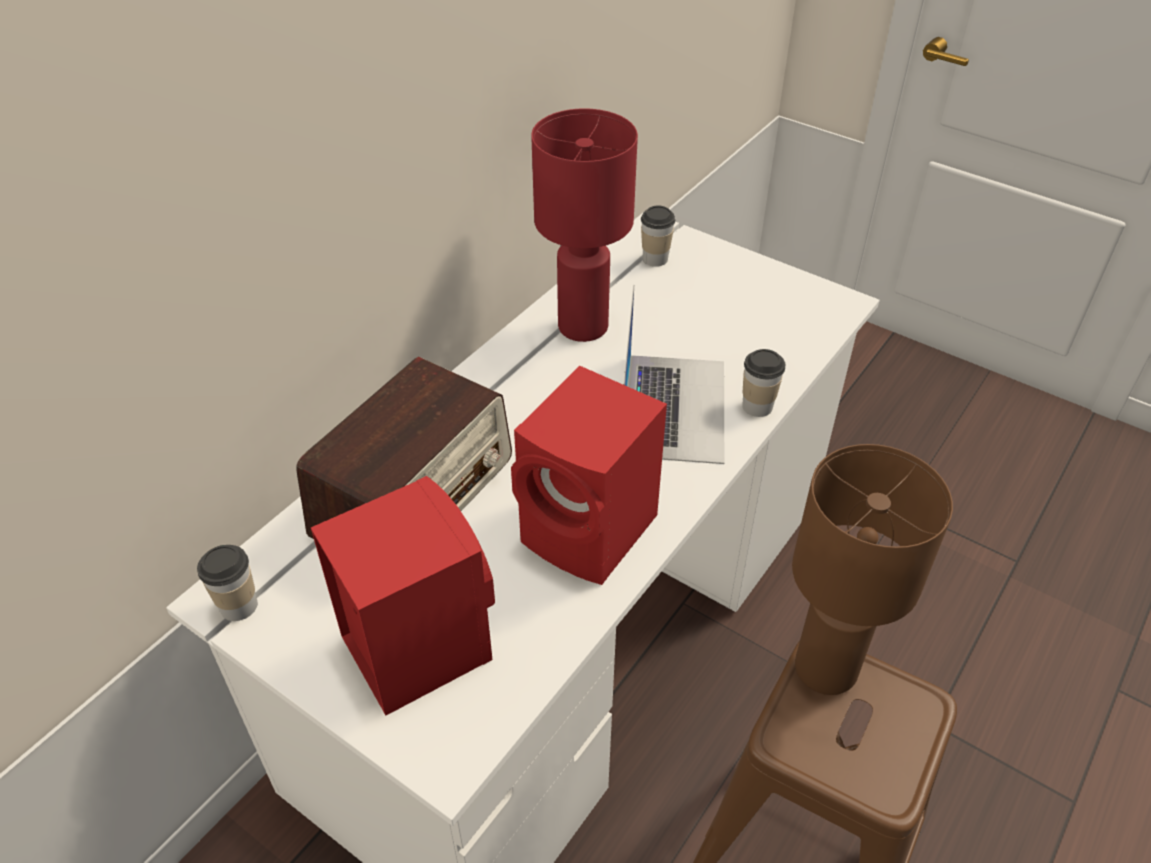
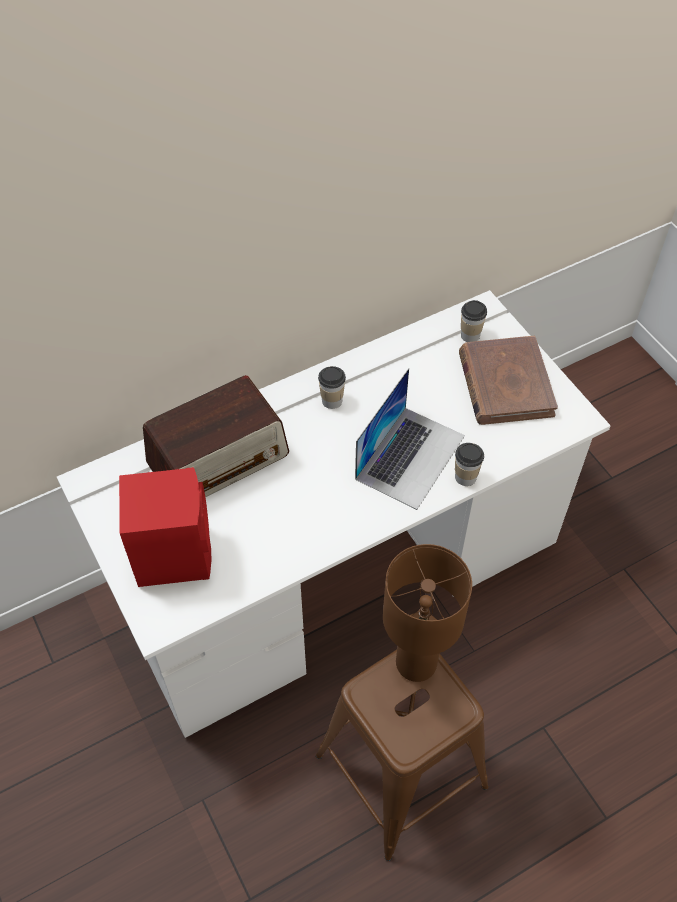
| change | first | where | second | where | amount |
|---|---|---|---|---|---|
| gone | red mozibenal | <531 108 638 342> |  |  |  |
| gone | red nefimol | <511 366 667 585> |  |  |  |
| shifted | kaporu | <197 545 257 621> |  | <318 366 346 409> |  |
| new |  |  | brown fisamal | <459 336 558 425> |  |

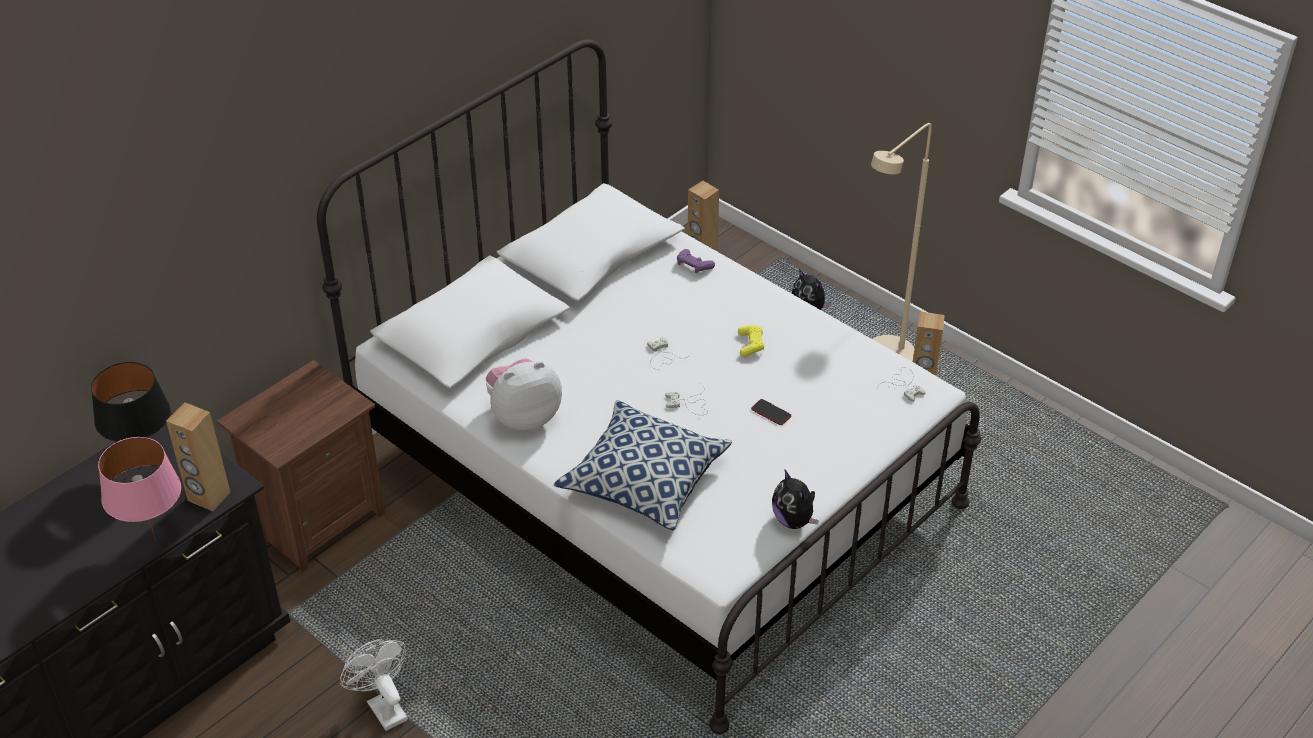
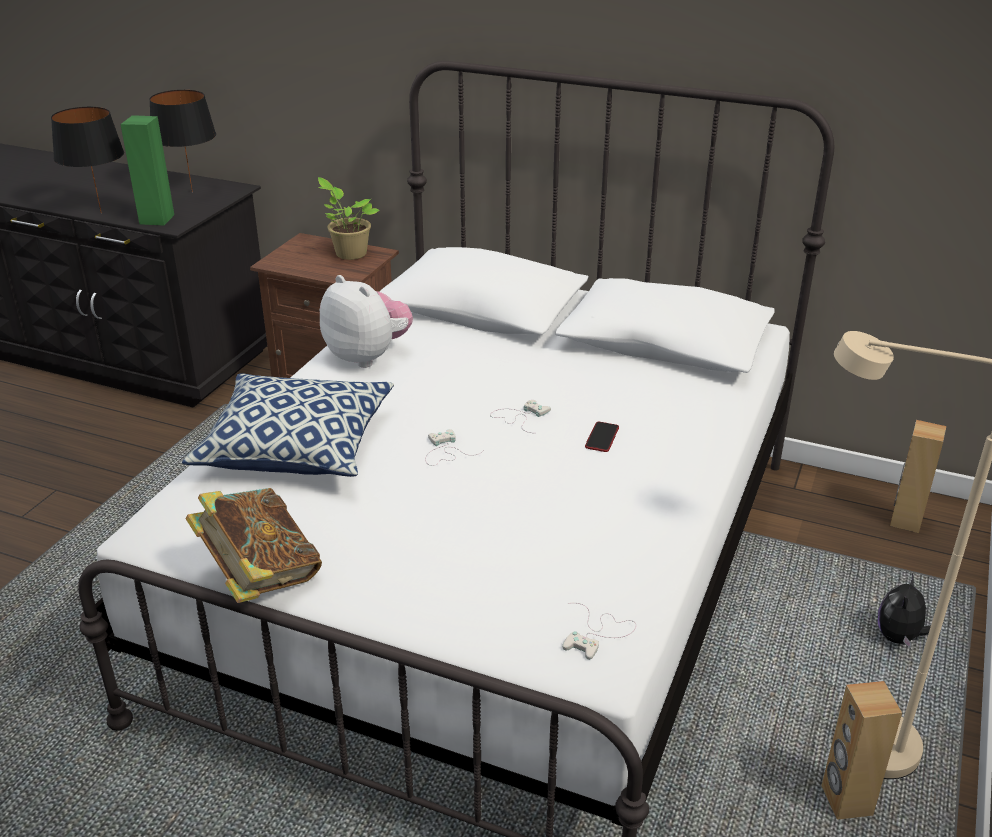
| change | first | where | second | where | amount |
|---|---|---|---|---|---|
| gone | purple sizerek | <677 249 715 273> |  |  |  |
| gone | yellow sizerek | <738 325 764 357> |  |  |  |
| shifted | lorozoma | <751 399 791 425> |  | <585 422 619 452> |  |
| repainted | brown nefimol | <166 402 231 511> | green nefimol | <120 115 174 226> |  |
| repainted | pink mozibenal | <98 437 181 541> | black mozibenal | <51 107 124 213> |  |
| swapped | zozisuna | <772 470 819 529> | fisamal | <185 488 322 603> |  |
| gone | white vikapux | <340 639 408 731> |  |  |  |
| new |  |  | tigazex | <318 177 379 260> |  |

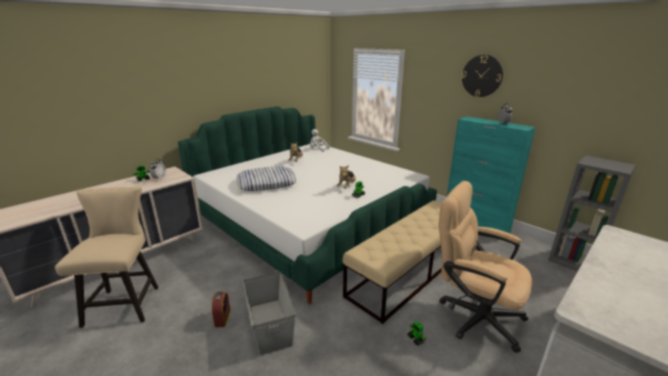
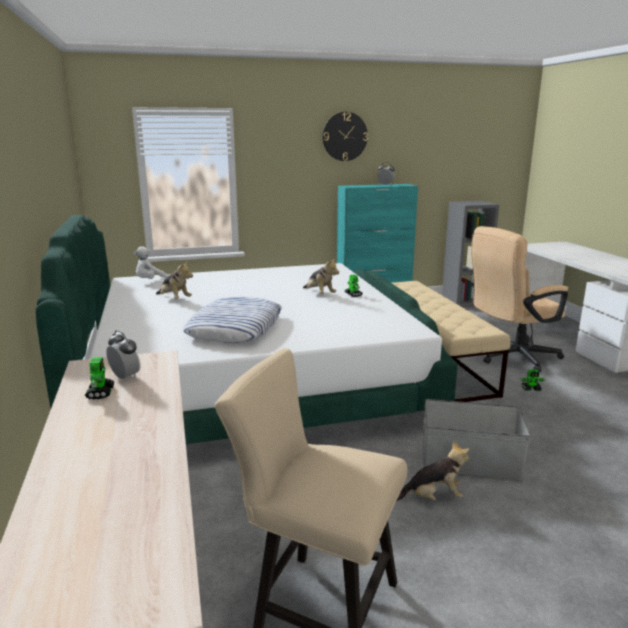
| change | first | where | second | where | amount |
|---|---|---|---|---|---|
| swapped | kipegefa | <212 292 230 327> | zozisuna | <397 440 469 501> |  |

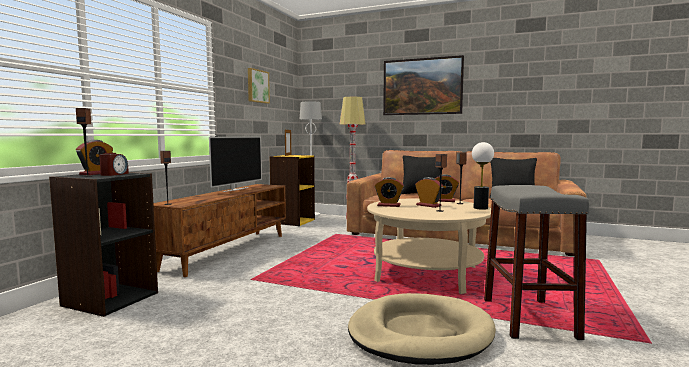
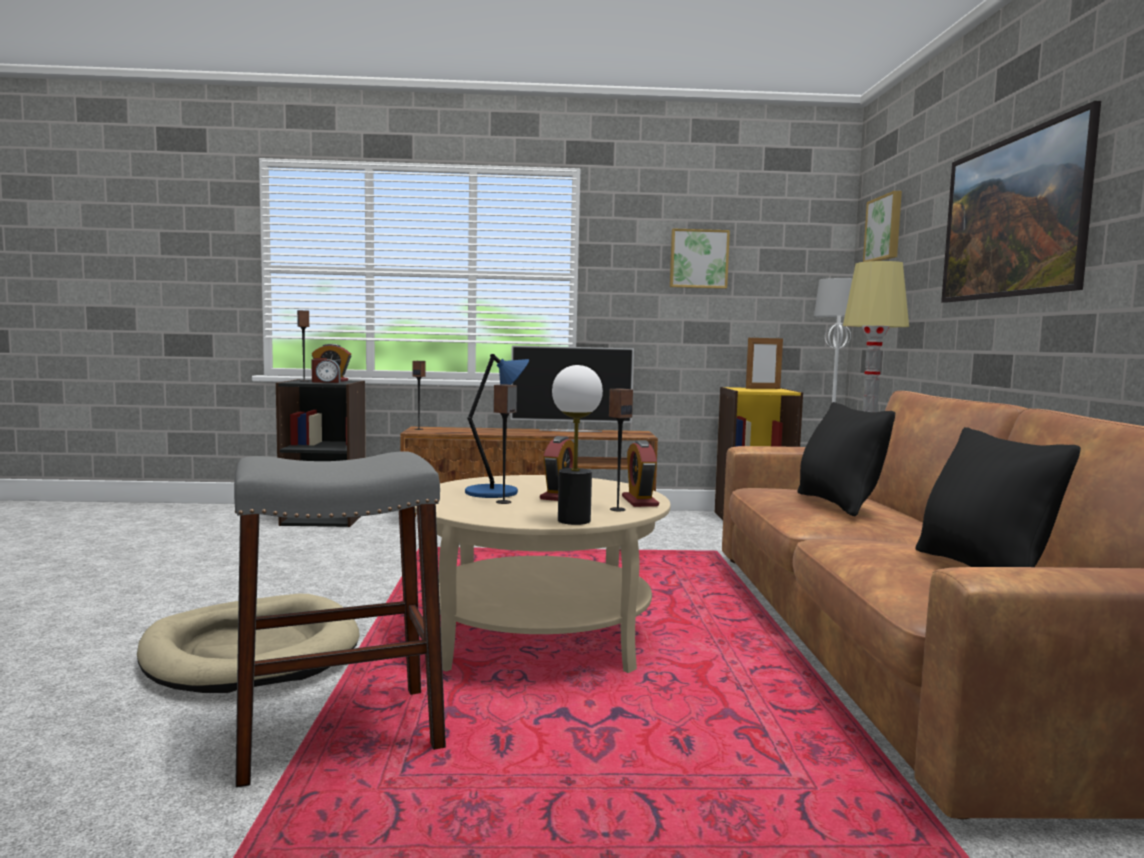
| change | first | where | second | where | amount |
|---|---|---|---|---|---|
| gone | kipegefa | <375 177 404 207> |  |  |  |
| new |  |  | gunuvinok | <863 191 902 262> |  |
| new |  |  | blue mozibenal | <465 354 529 498> |  |

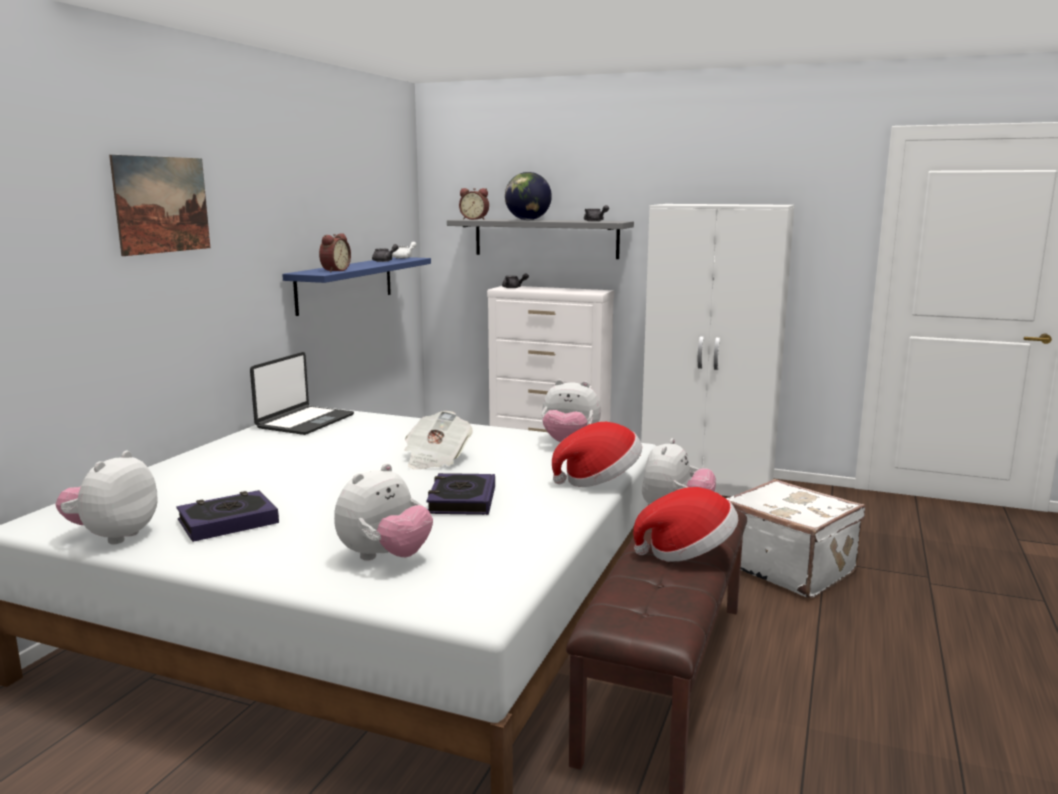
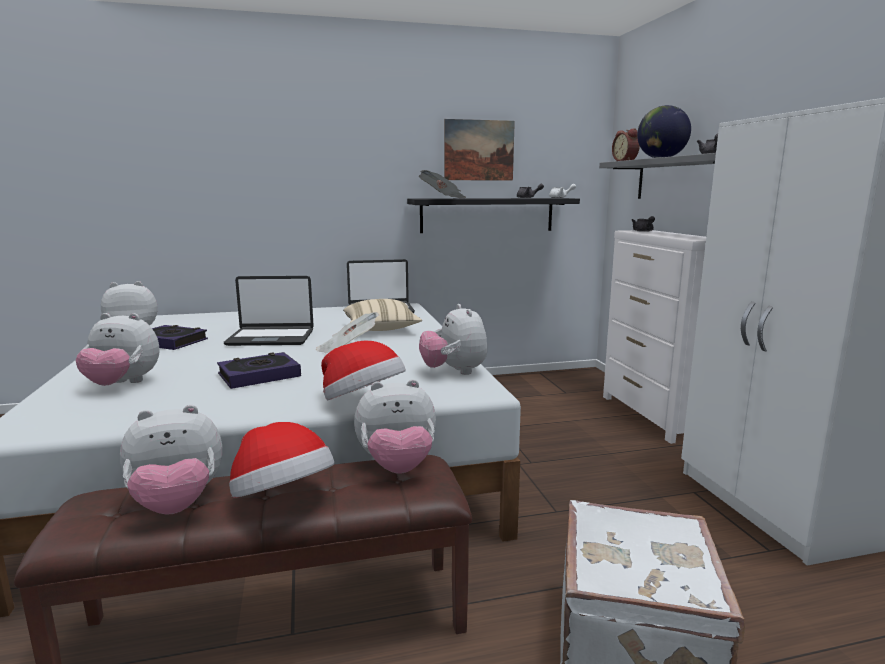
| change | first | where | second | where | amount |
|---|---|---|---|---|---|
| shifted | gunuvinok | <109 155 210 256> |  | <444 119 515 181> |  |
| swapped | kipegefa | <319 233 351 272> | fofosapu | <419 170 466 198> |  |
| repainted | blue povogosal | <282 257 431 316> | black povogosal | <407 198 580 233> |  |
| new |  |  | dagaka | <224 276 314 346> |  |
| new |  |  | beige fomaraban | <343 299 422 331> |  |
| new |  |  | zozisuna | <120 404 222 515> |  |

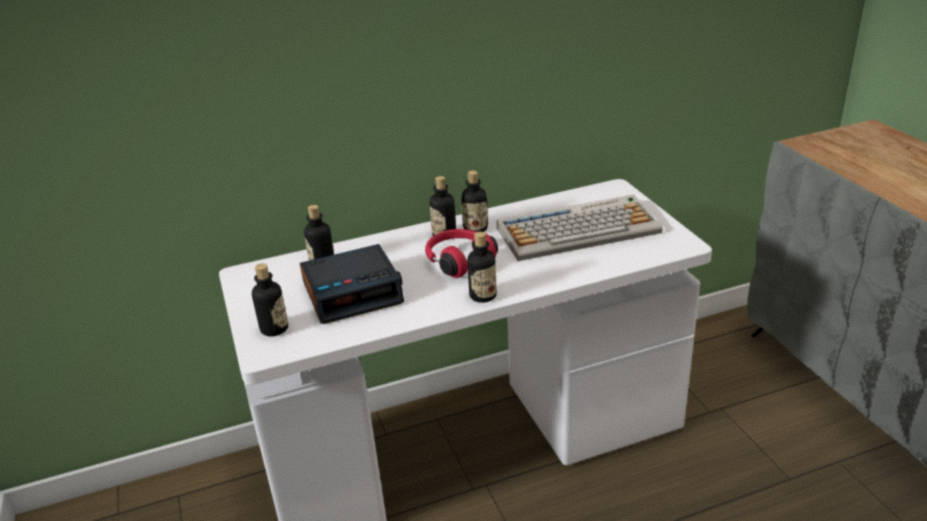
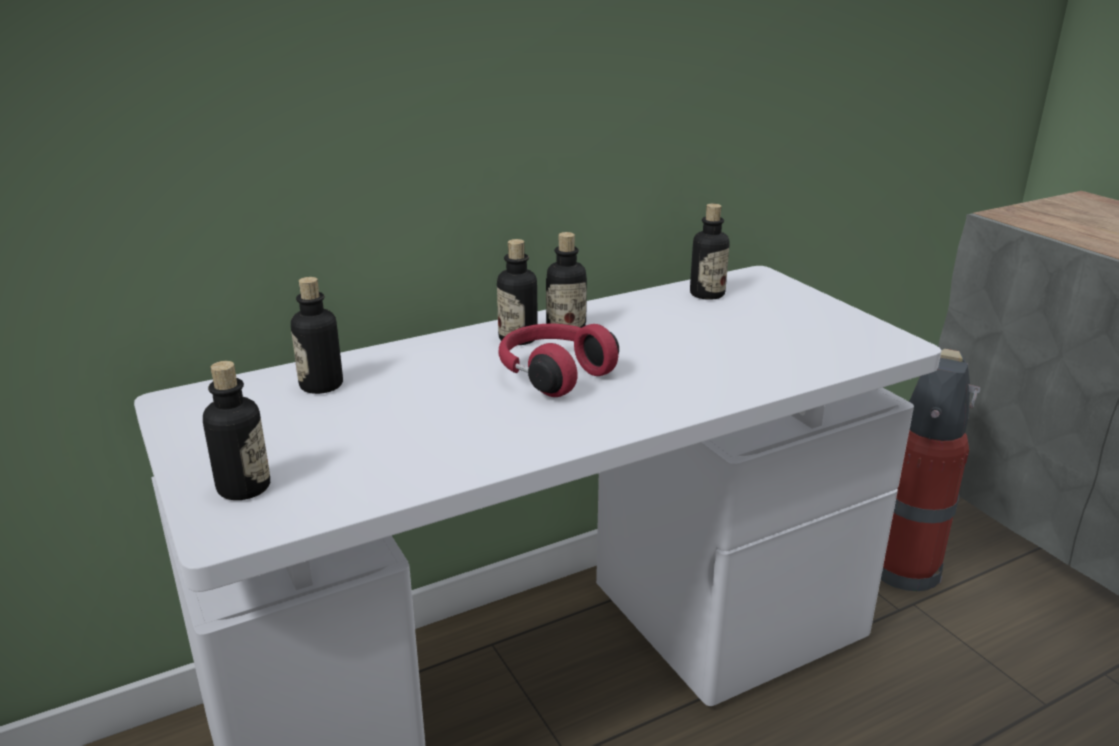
| change | first | where | second | where | amount |
|---|---|---|---|---|---|
| gone | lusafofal | <497 195 663 261> |  |  |  |
| shifted | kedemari | <467 231 497 303> |  | <690 204 729 300> |  |
| gone | kipegefa | <300 244 404 324> |  |  |  |
| new |  |  | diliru | <881 349 980 591> |  |

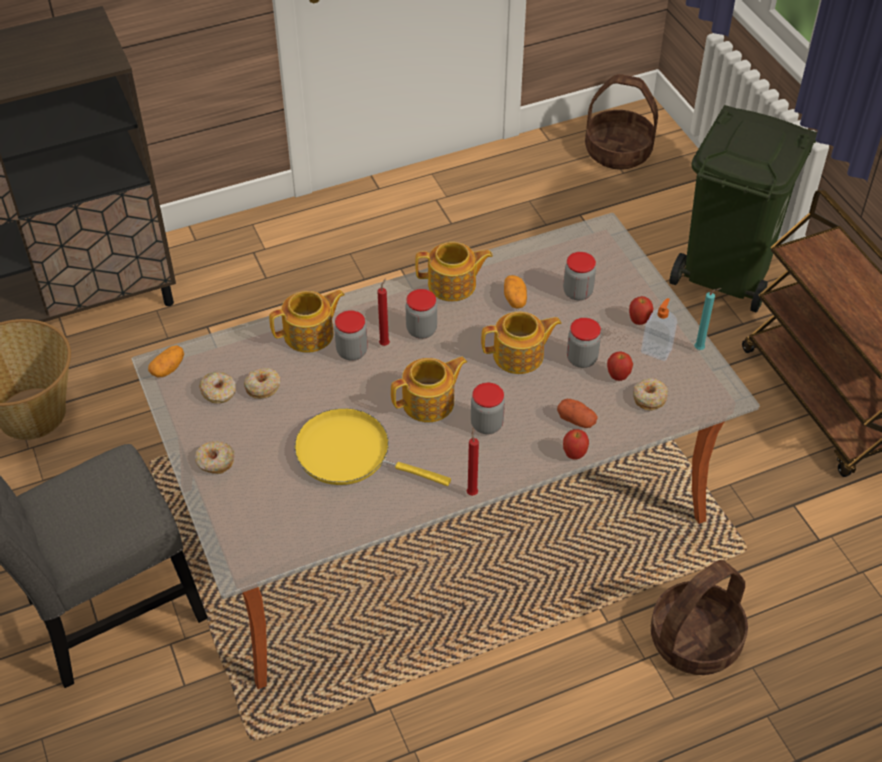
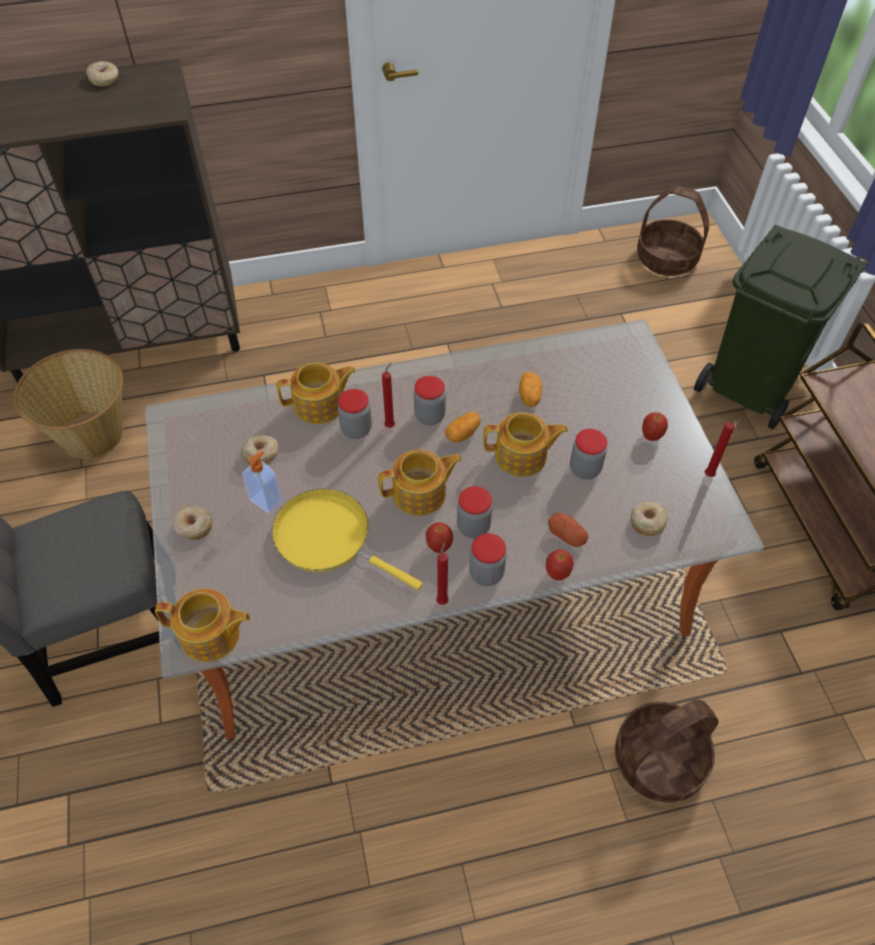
| change | first | where | second | where | amount |
|---|---|---|---|---|---|
| shifted | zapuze | <415 242 493 301> |  | <155 588 251 662> |  |
| shifted | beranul | <563 252 596 300> |  | <469 533 507 586> |  |
| repainted | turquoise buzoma | <694 288 721 350> | red buzoma | <705 419 742 477> |  |
| shifted | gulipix | <641 298 677 361> |  | <242 451 283 514> |  |
| shifted | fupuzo | <148 345 184 377> |  | <445 412 481 442> |  |
| shifted | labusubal | <607 352 633 381> |  | <426 522 453 553> |  |
| shifted | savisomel | <199 372 236 403> |  | <86 61 118 86> |  |

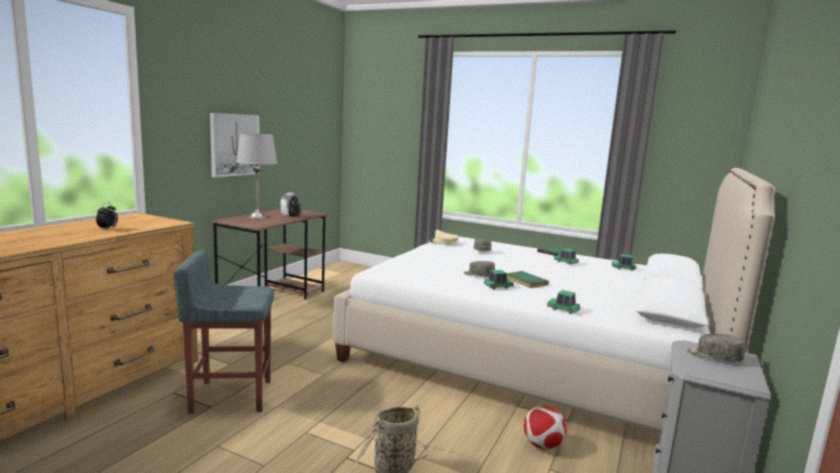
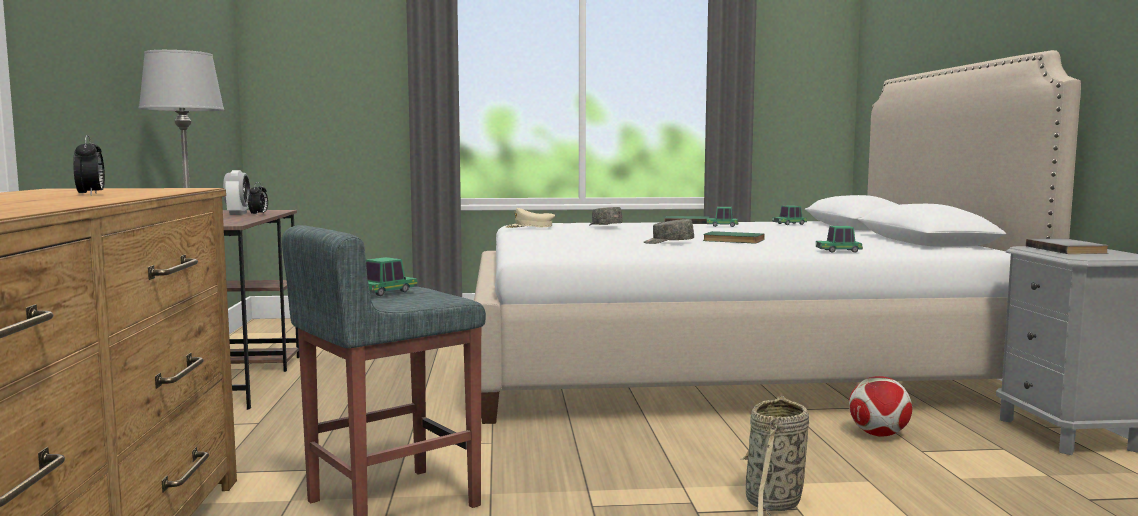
| change | first | where | second | where | amount |
|---|---|---|---|---|---|
| gone | gunuvinok | <210 113 260 178> |  |  |  |
| shifted | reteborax | <484 270 514 289> |  | <366 257 417 296> |  |
| swapped | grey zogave | <687 334 745 362> | grey fisamal | <1026 238 1109 254> |  |

